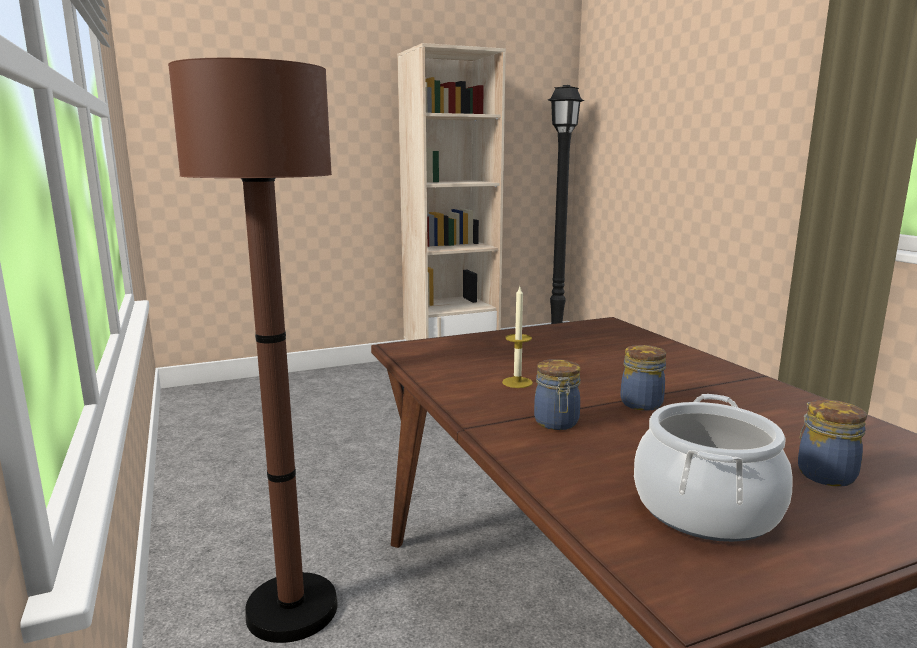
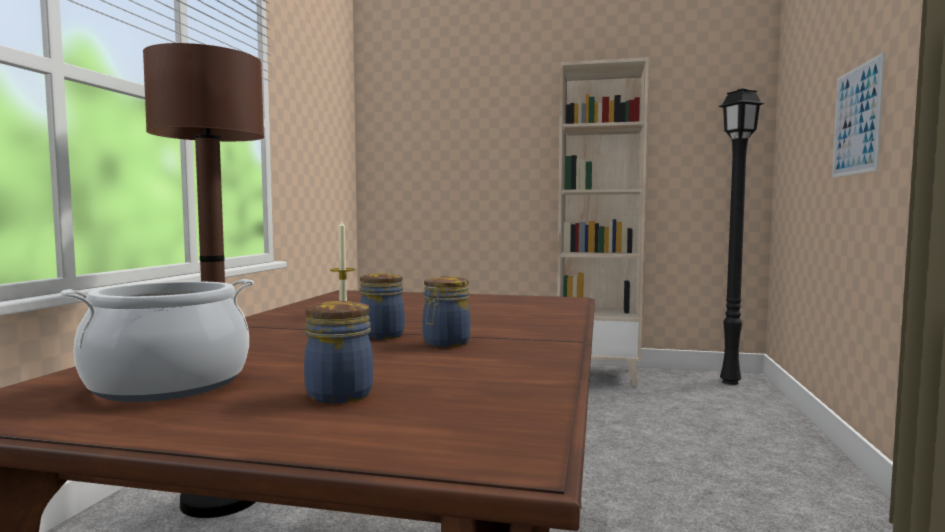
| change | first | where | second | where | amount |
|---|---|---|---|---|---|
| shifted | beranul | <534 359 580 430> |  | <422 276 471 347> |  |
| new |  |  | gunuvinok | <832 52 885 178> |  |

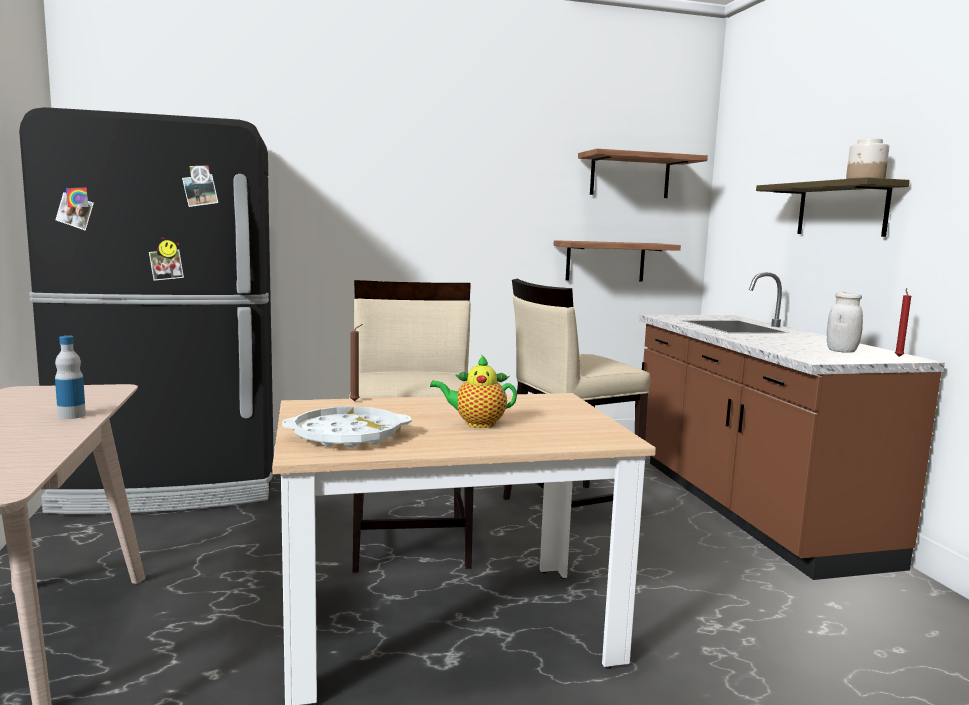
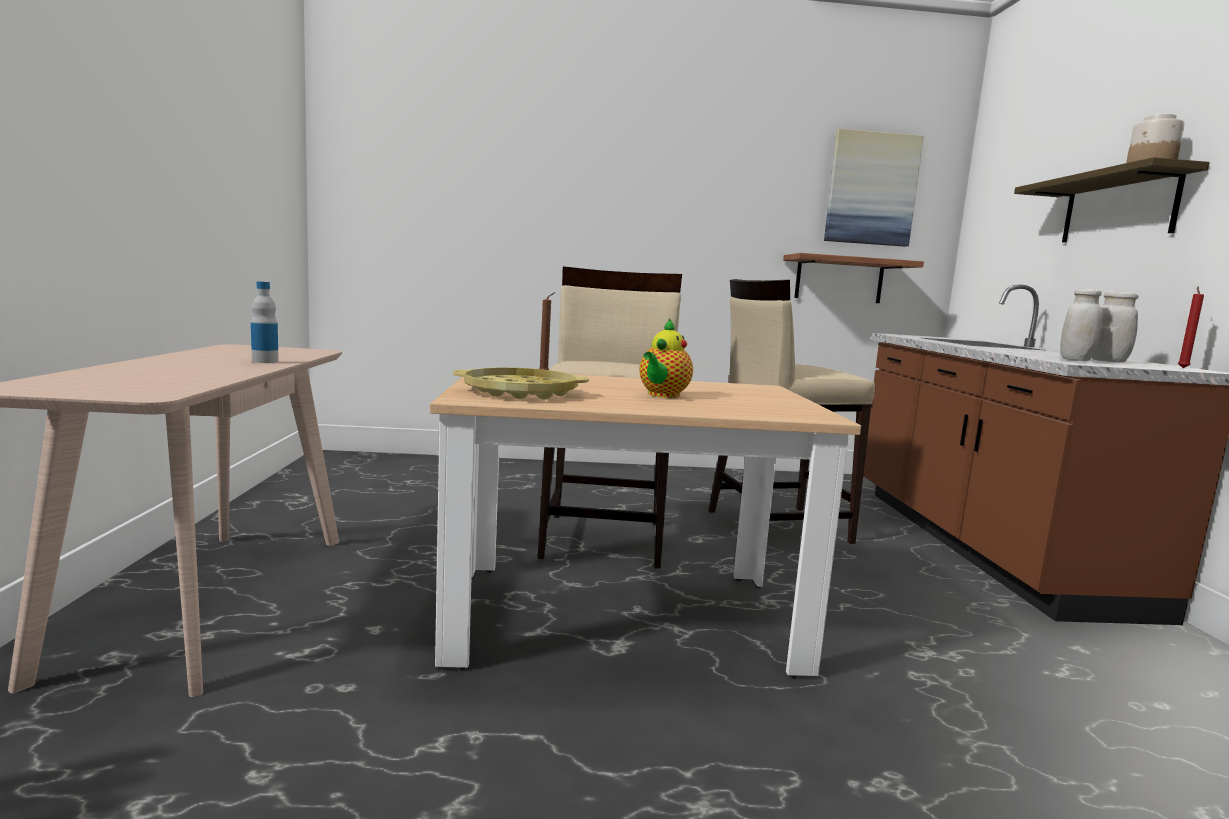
| change | first | where | second | where | amount |
|---|---|---|---|---|---|
| gone | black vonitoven | <19 107 274 514> |  |  |  |
| swapped | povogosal | <578 149 708 198> | gunuvinok | <824 129 924 247> |  |
| rotated | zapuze | <430 355 517 428> |  | <639 319 693 398> | 75 degrees counterclockwise |
| repainted | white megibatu | <282 406 412 448> | yellow megibatu | <453 367 589 399> |  |
| new |  |  | white beranul | <1060 289 1103 361> |  |

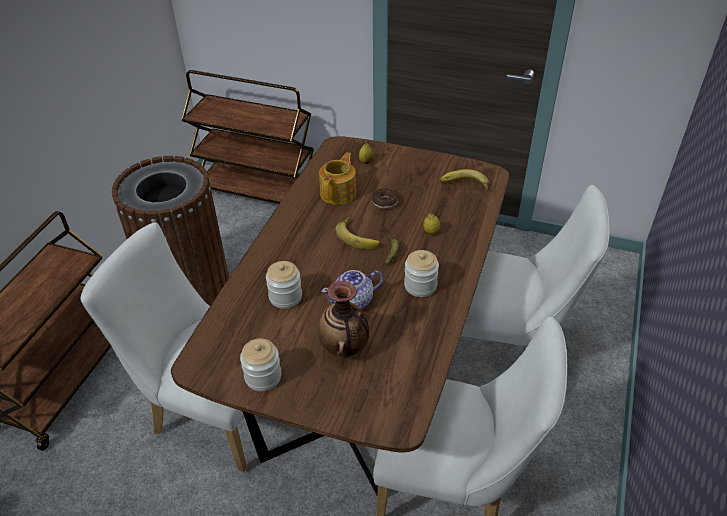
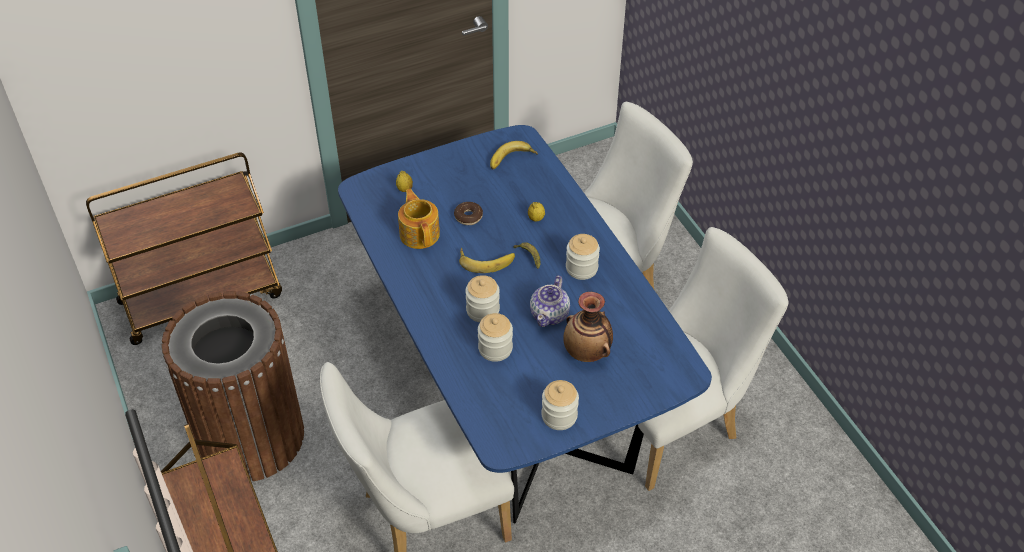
| change | first | where | second | where | amount |
|---|---|---|---|---|---|
| repainted | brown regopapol | <171 136 509 495> | blue regopapol | <338 125 712 523> |  |
| new |  |  | beranul | <465 275 500 322> |  |

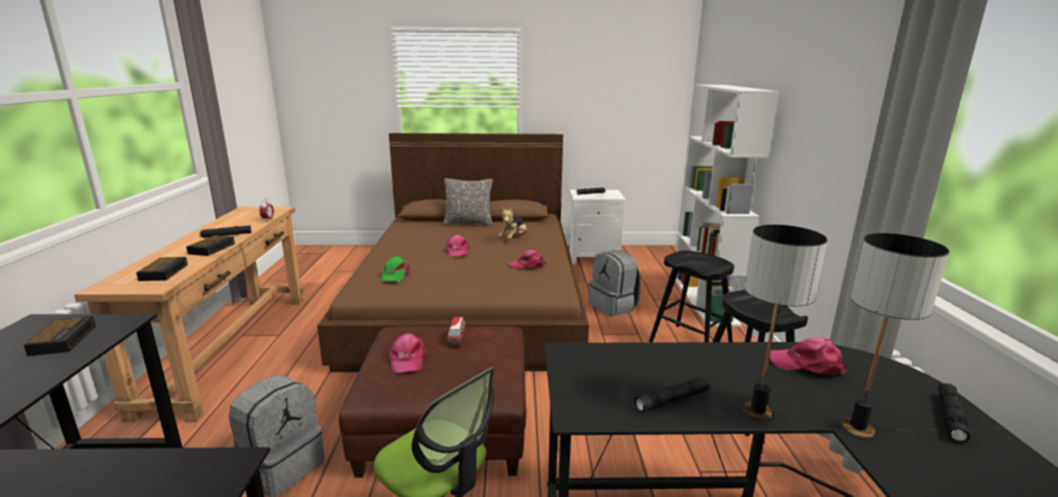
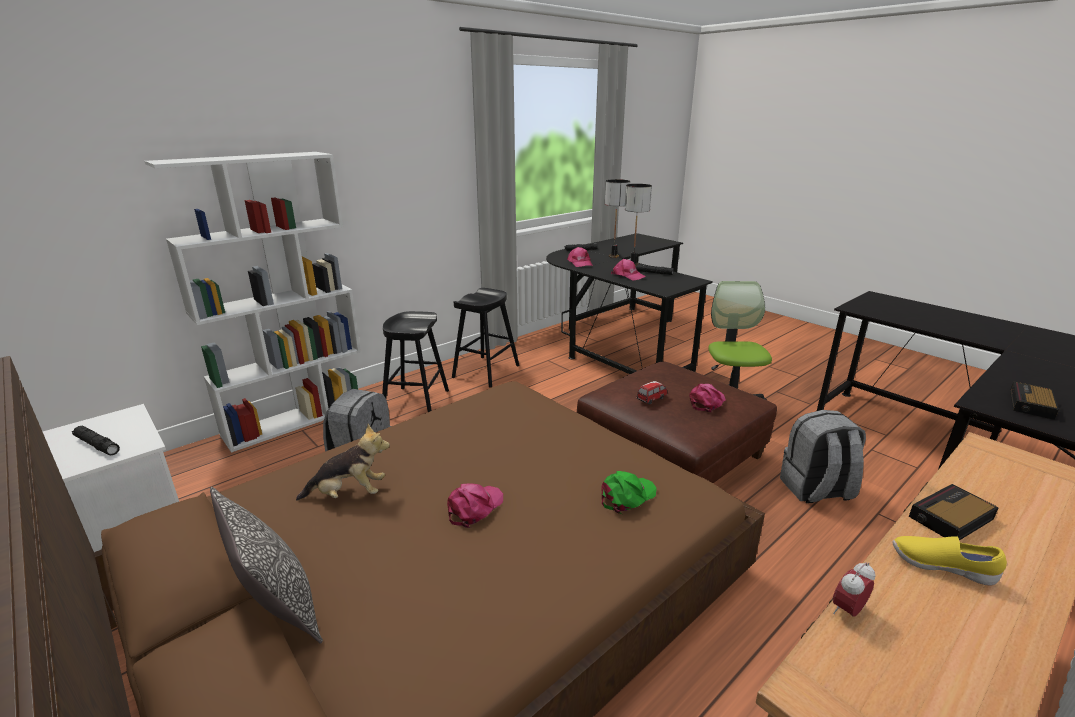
| change | first | where | second | where | amount |
|---|---|---|---|---|---|
| swapped | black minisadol | <199 225 251 238> | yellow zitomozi | <892 536 1007 585> |  |
| shifted | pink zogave | <509 250 545 269> |  | <611 259 646 281> |  |
| gone | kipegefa | <136 257 188 281> |  |  |  |

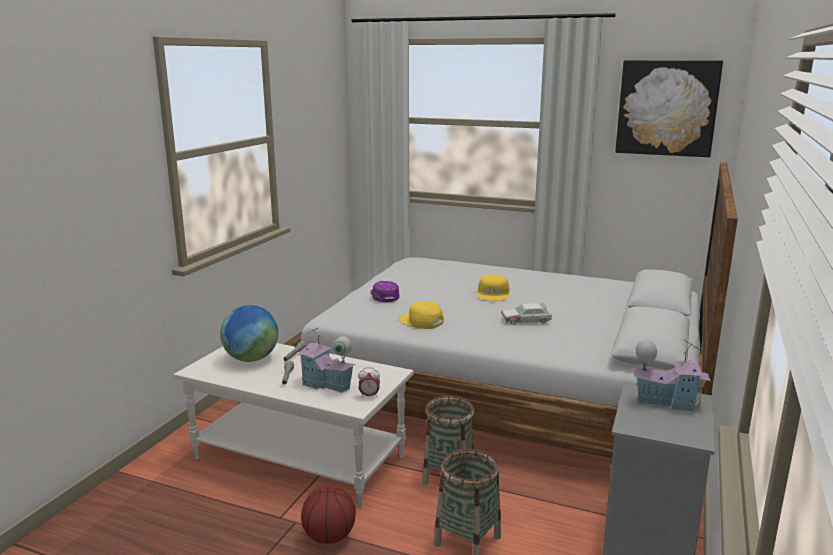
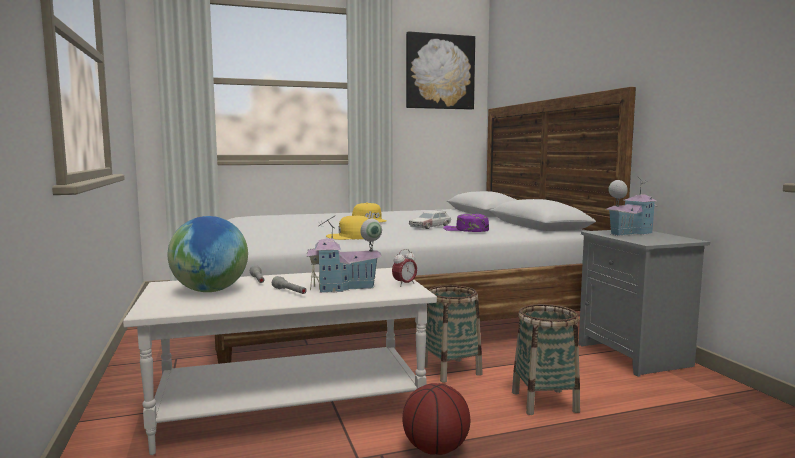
| change | first | where | second | where | amount |
|---|---|---|---|---|---|
| shifted | purple zogave | <370 281 399 302> |  | <443 214 489 232> |  |

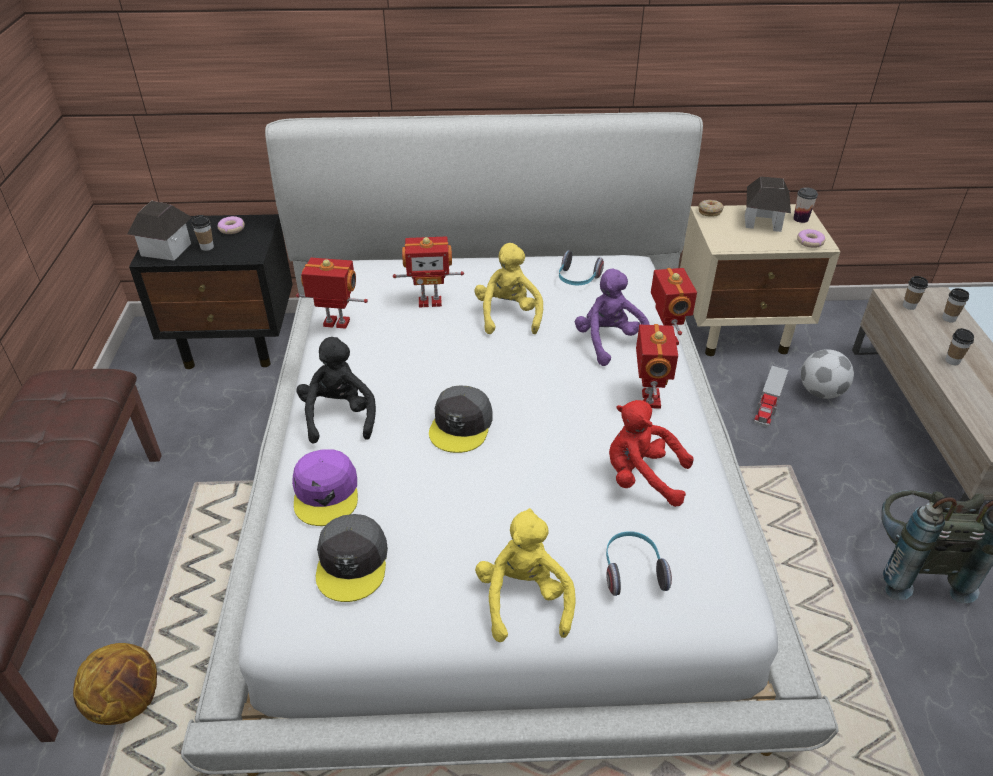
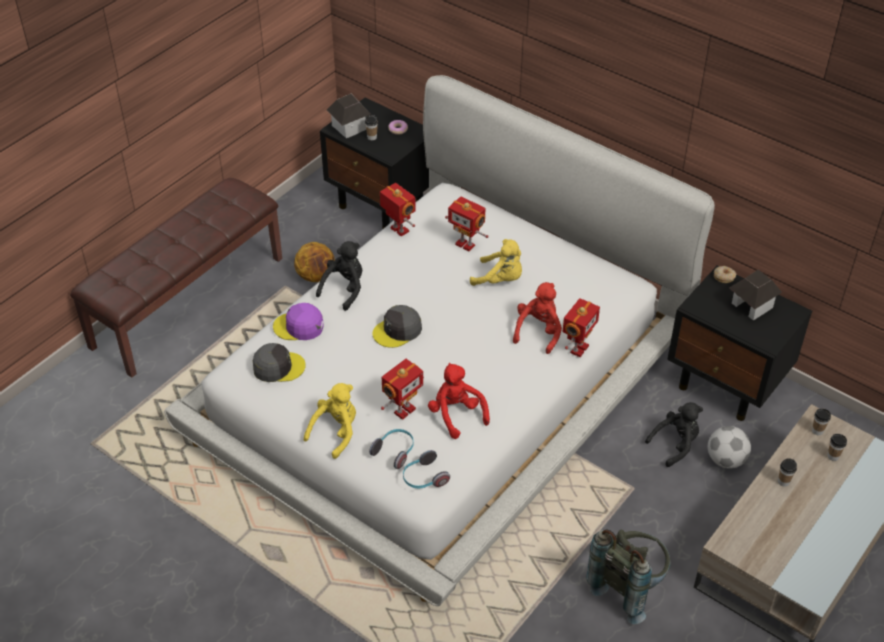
| change | first | where | second | where | amount |
|---|---|---|---|---|---|
| gone | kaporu | <794 187 818 223> |  |  |  |
| repainted | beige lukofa | <680 204 840 356> | black lukofa | <667 265 812 421> |  |
| gone | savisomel | <797 229 825 248> |  |  |  |
| rotated | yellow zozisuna | <474 243 543 334> |  | <470 239 522 286> | 75 degrees clockwise |
| shifted | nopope | <559 250 604 285> |  | <403 450 450 488> |  |
| repainted | purple zozisuna | <575 269 650 366> | red zozisuna | <513 282 562 354> |  |
| shifted | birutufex | <636 324 678 409> |  | <381 359 424 420> |  |
| swapped | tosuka | <754 366 788 427> | black zozisuna | <645 402 703 467> |  |
| rotated | purple zogave | <292 449 358 526> |  | <273 303 323 340> | 60 degrees clockwise |
| rotated | grey zogave | <316 514 388 602> |  | <253 343 306 382> | 135 degrees counterclockwise |
| shifted | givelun | <73 643 157 725> |  | <294 242 335 282> |  |

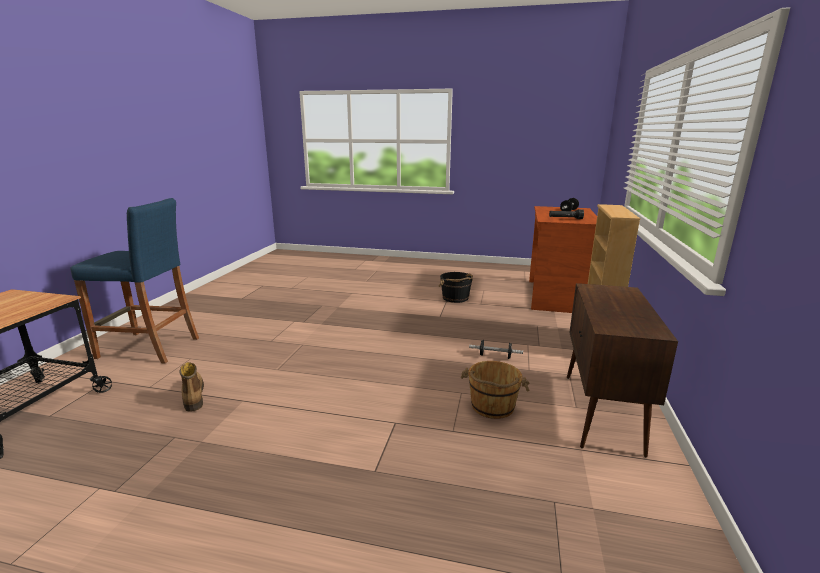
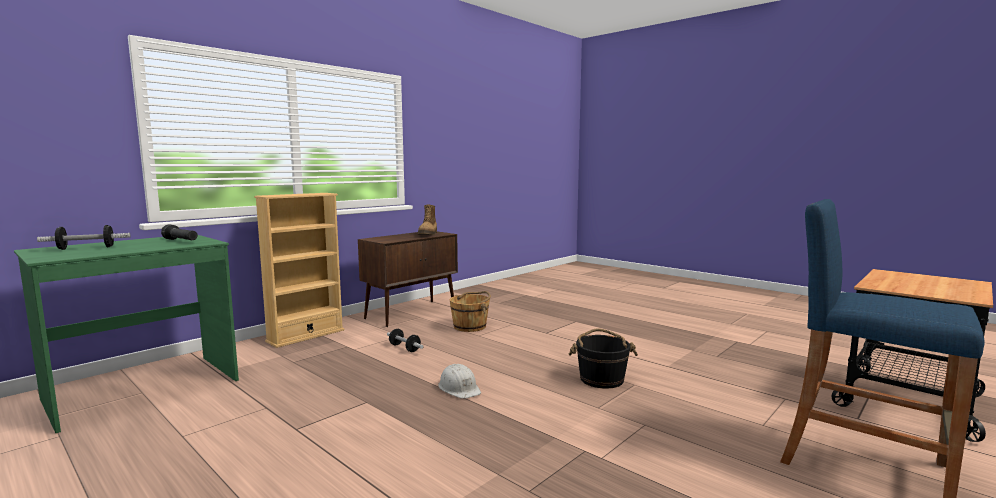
| change | first | where | second | where | amount |
|---|---|---|---|---|---|
| repainted | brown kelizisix | <529 206 597 313> | green kelizisix | <14 235 239 433> |  |
| shifted | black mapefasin | <438 272 473 303> |  | <568 328 638 389> |  |
| shifted | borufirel | <179 362 204 412> |  | <418 205 437 235> |  |
| new |  |  | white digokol | <438 364 481 399> |  |

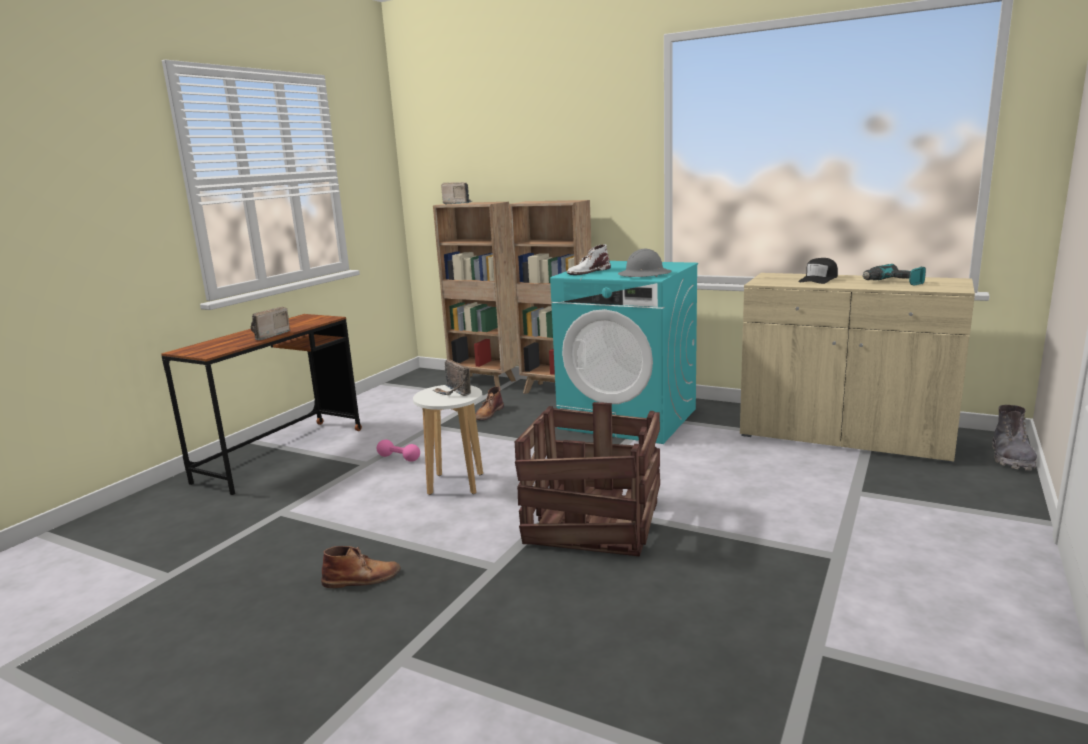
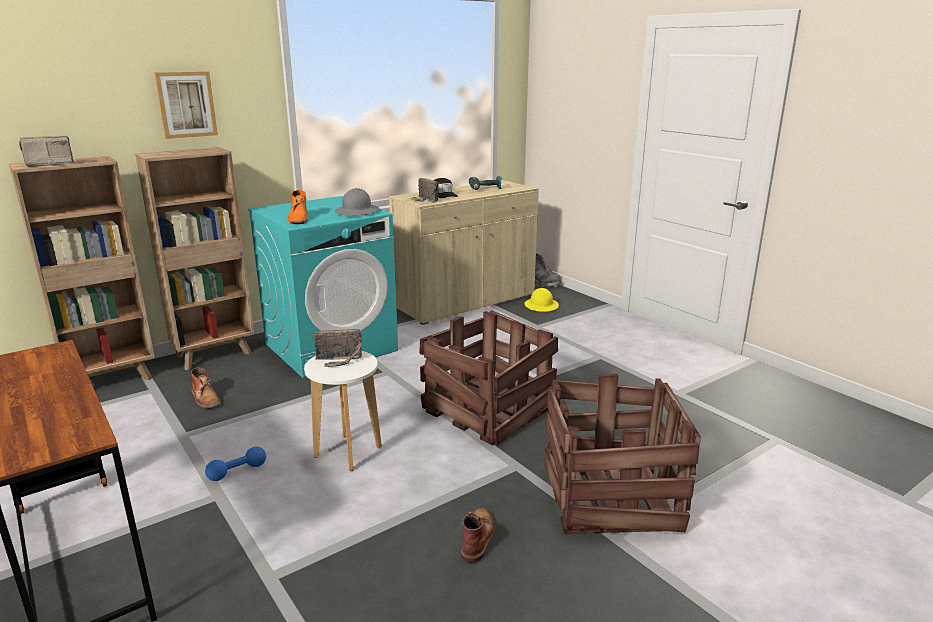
| change | first | where | second | where | amount |
|---|---|---|---|---|---|
| repainted | white borufirel | <567 244 611 275> | orange borufirel | <288 190 308 224> |  |
| shifted | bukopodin | <251 307 291 340> |  | <410 178 439 202> |  |
| repainted | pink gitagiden | <377 440 420 462> | blue gitagiden | <205 446 266 481> |  |
| new |  |  | gunuvinok | <154 71 218 139> |  |
| new |  |  | yellow digokol | <524 288 559 312> |  |
| new |  |  | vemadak | <545 374 701 534> |  |

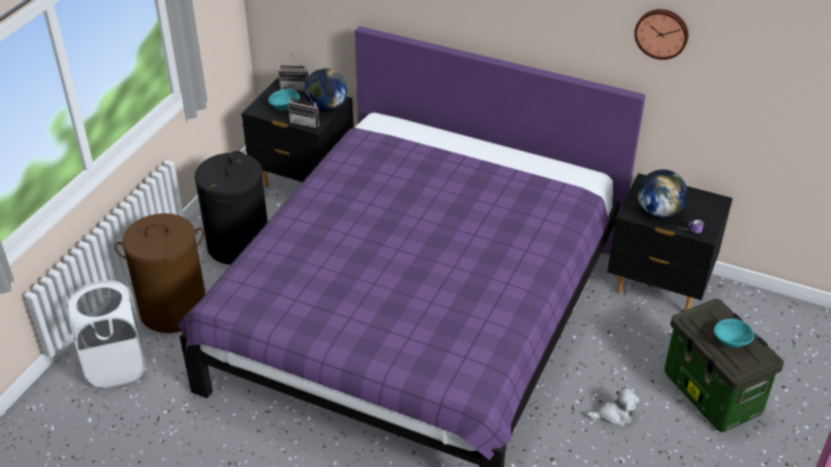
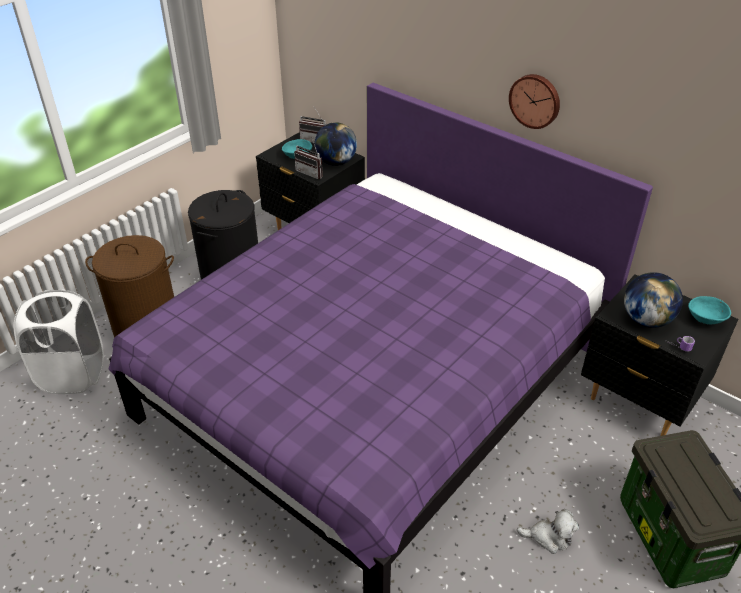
| change | first | where | second | where | amount |
|---|---|---|---|---|---|
| shifted | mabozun | <634 9 688 60> |  | <509 74 560 129> |  |
| shifted | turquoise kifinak | <714 319 754 348> |  | <688 296 731 324> |  |

